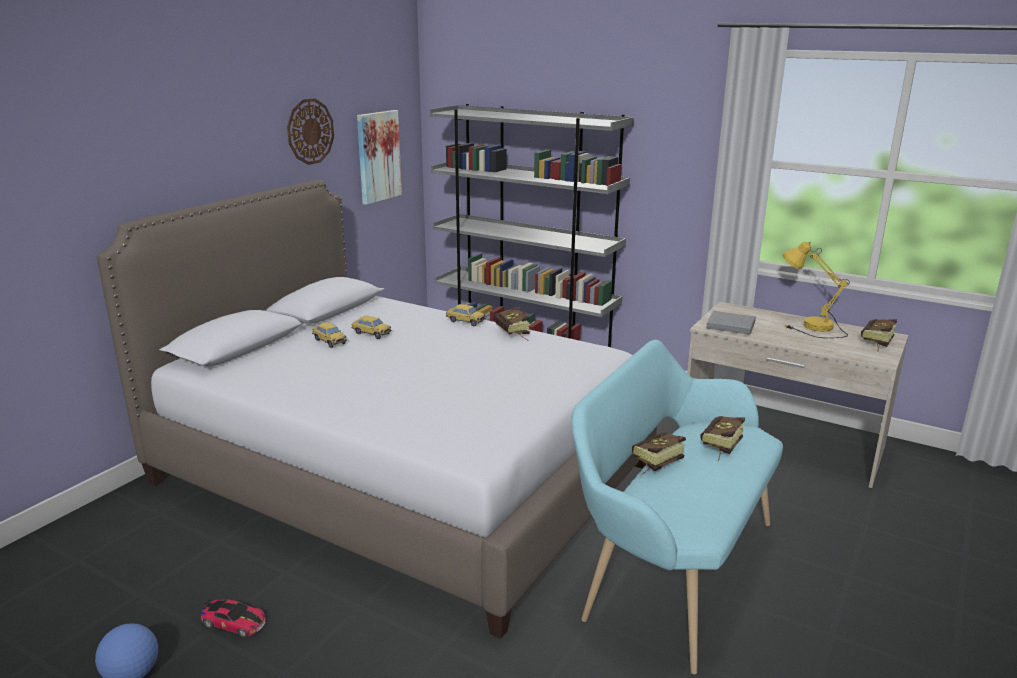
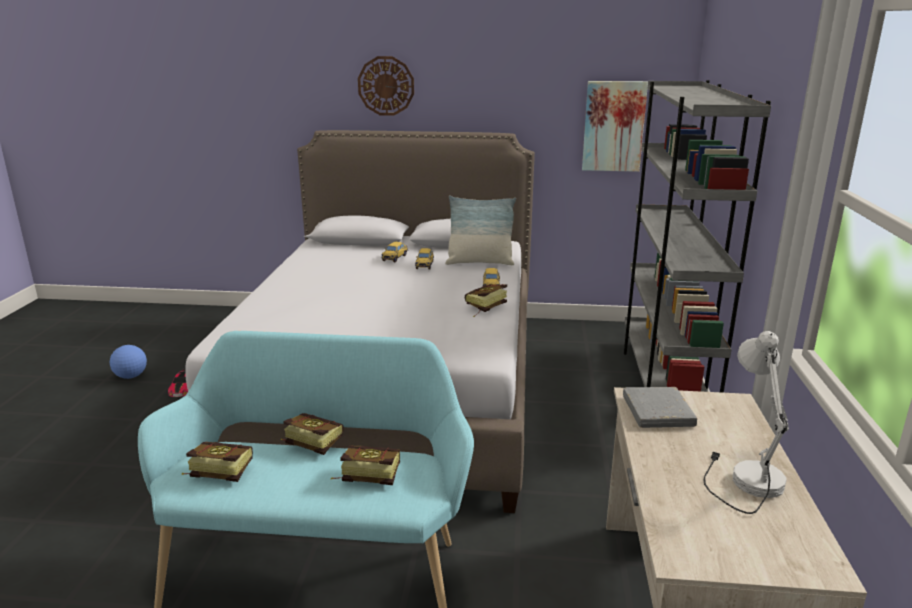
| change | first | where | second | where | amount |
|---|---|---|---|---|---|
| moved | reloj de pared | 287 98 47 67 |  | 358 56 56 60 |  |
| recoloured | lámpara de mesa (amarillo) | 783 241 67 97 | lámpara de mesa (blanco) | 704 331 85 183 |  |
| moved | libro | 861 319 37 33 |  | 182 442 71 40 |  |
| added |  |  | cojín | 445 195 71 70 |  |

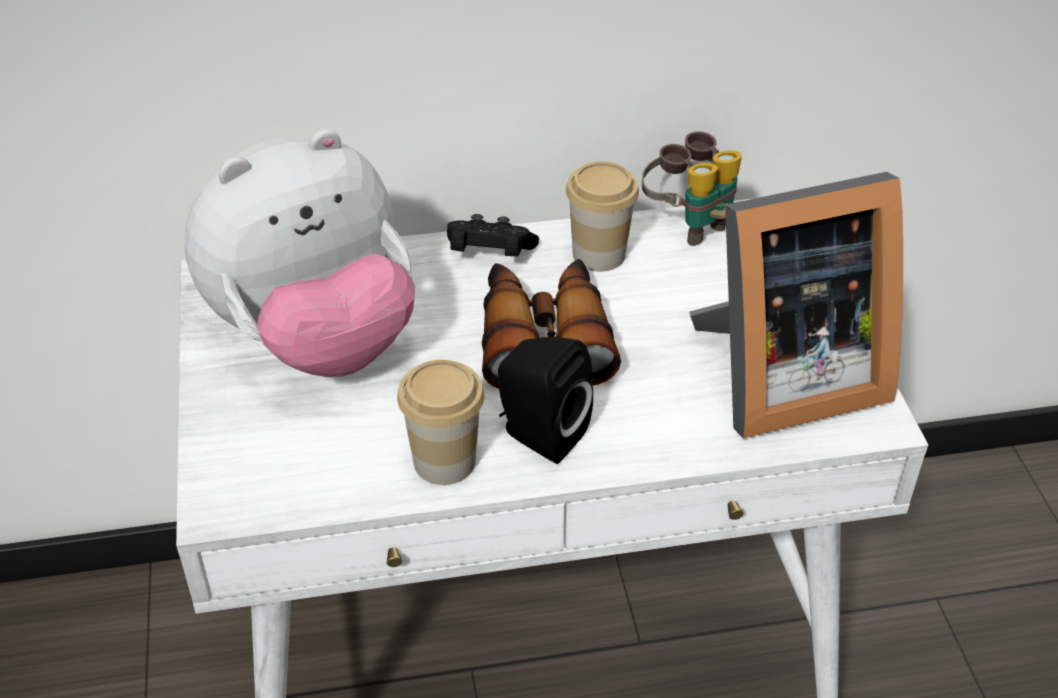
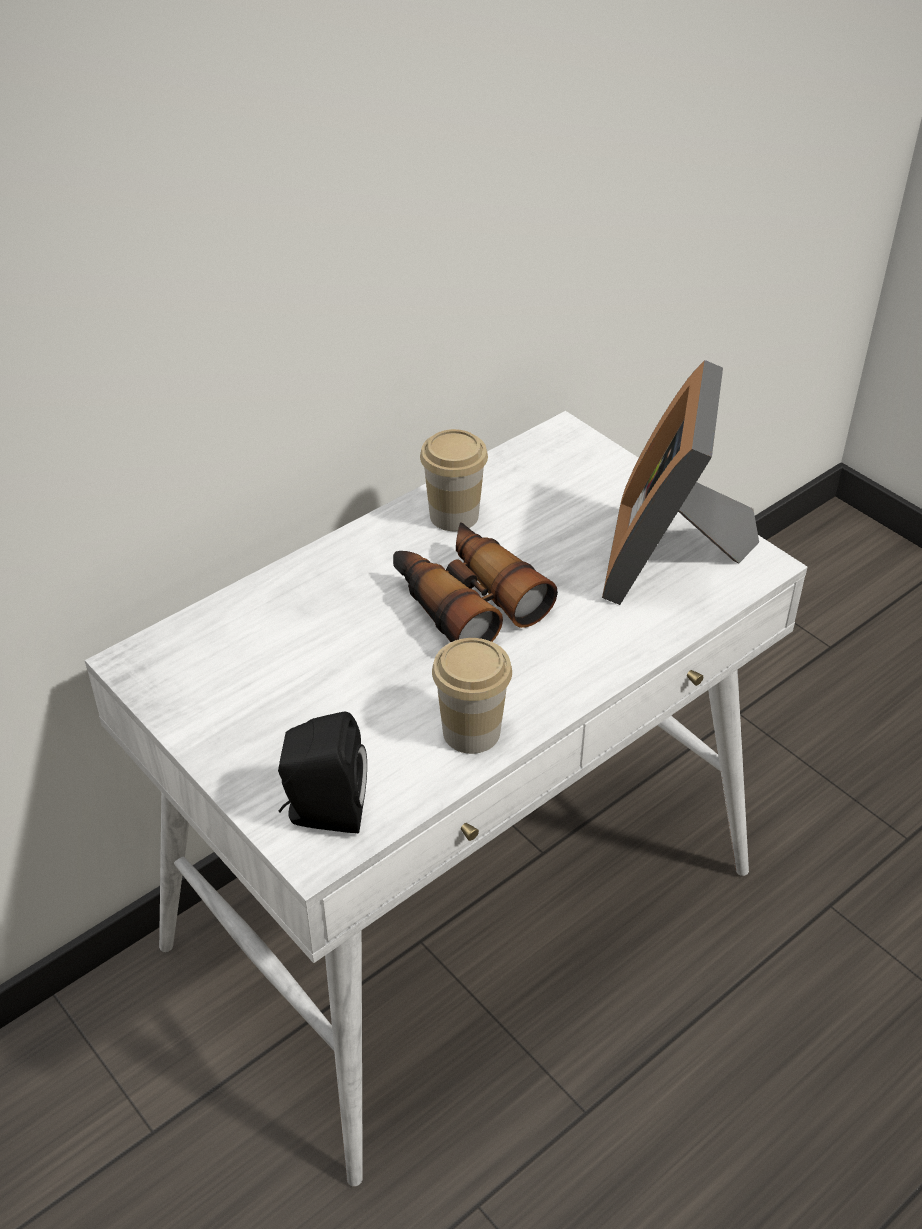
| change | first | where | second | where | amount |
|---|---|---|---|---|---|
| removed | peluche | 184 129 231 248 |  |  |  |
| removed | mando de consola (negro) | 447 214 92 42 |  |  |  |
| moved | altavoz (negro) | 498 337 95 127 |  | 278 712 89 121 |  |
| removed | prismáticos | 642 131 100 115 |  |  |  |
| turned | portarretratos | 689 172 214 267 |  | 602 360 157 245 | 150 degrees clockwise |

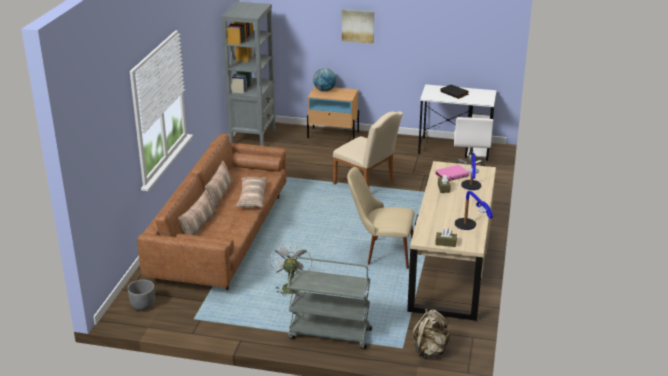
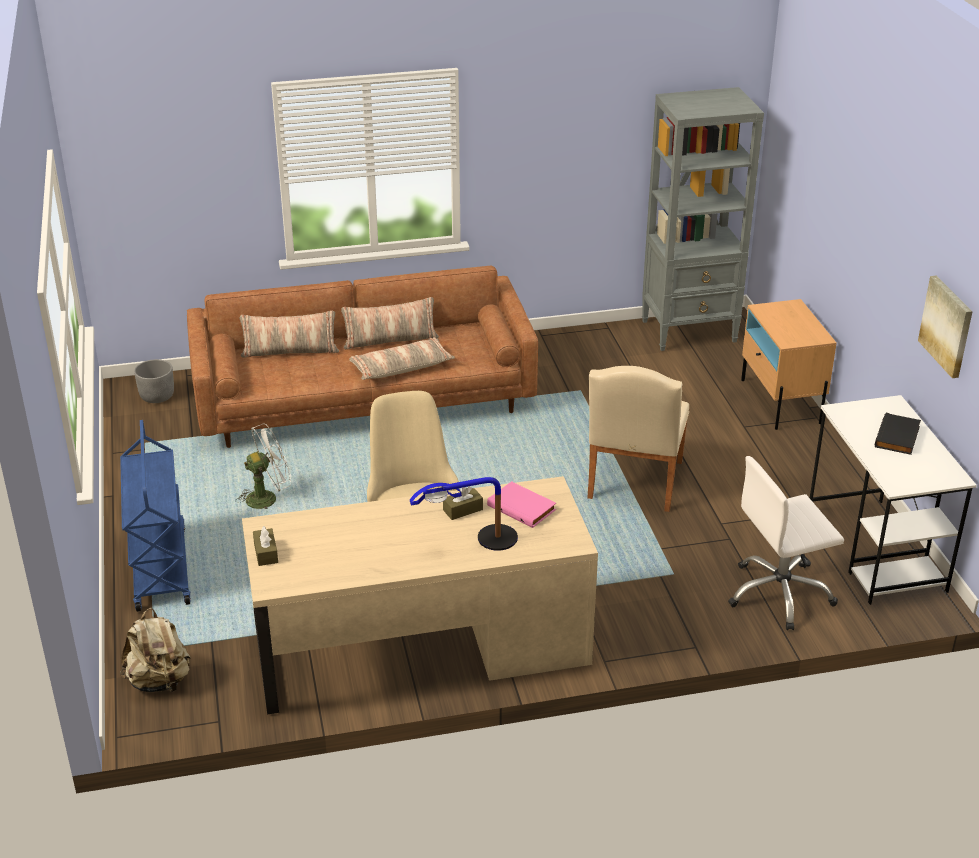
| change | first | where | second | where | amount |
|---|---|---|---|---|---|
| recoloured | carrito (gris) | 288 256 84 93 | carrito (azul) | 120 420 71 192 |  |
| removed | globo terráqueo | 313 68 23 24 |  |  |  |
| moved | cuadro | 342 9 32 35 |  | 918 275 55 103 |  |
| removed | lámpara de mesa | 455 191 38 39 |  |  |  |

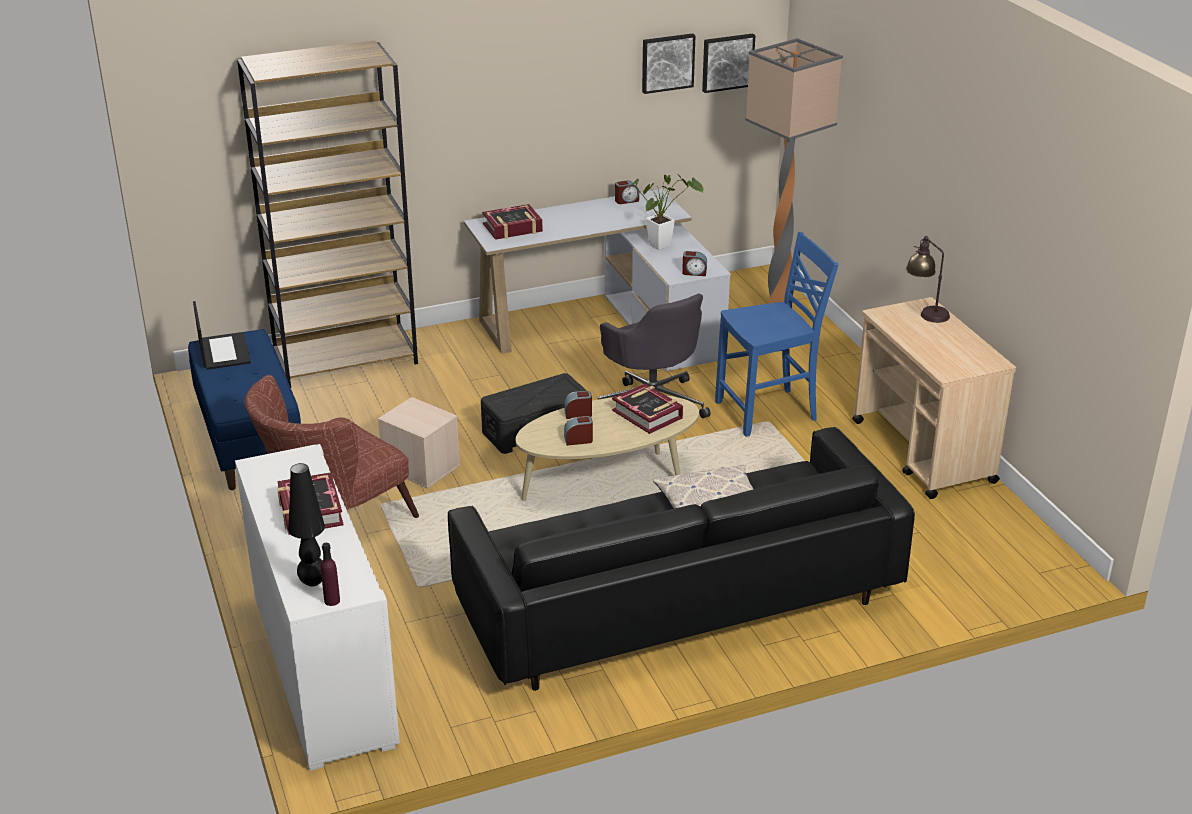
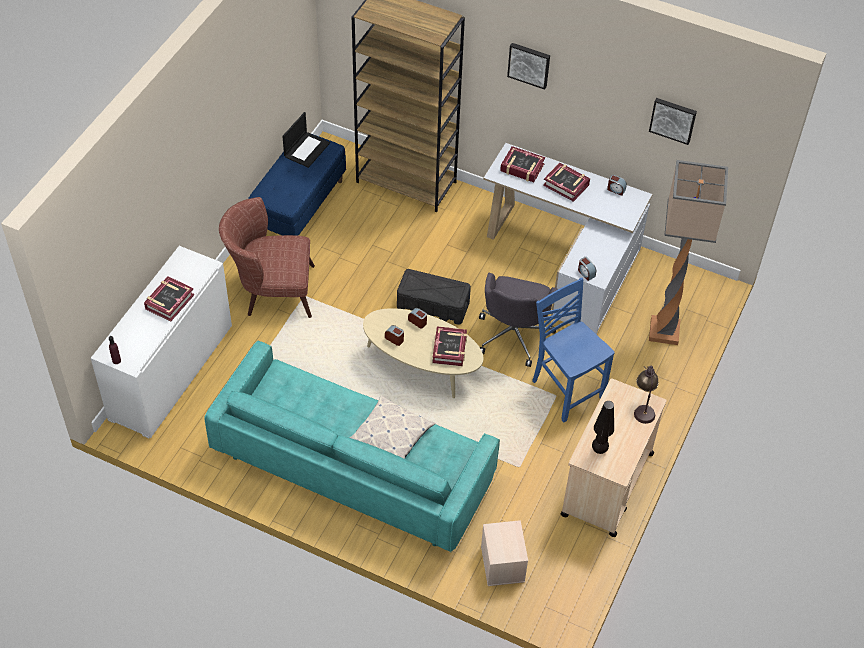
| change | first | where | second | where | amount |
|---|---|---|---|---|---|
| moved | lámpara de mesa (negro) | 288 463 37 124 |  | 592 401 22 53 |  |
| moved | caja de almacenaje (beis) | 378 397 82 92 |  | 481 520 47 66 |  |
| recoloured | sofá (negro) | 448 427 467 264 | sofá (turquesa) | 204 341 296 211 |  |
| removed | planta en maceta | 628 175 76 75 |  |  |  |
| moved | cuadro | 702 33 53 60 |  | 507 43 43 47 |  |
| turned | silla (azul) | 715 232 123 205 |  | 532 278 83 144 | 150 degrees counterclockwise |
| added |  |  | libro | 543 163 47 39 |  |

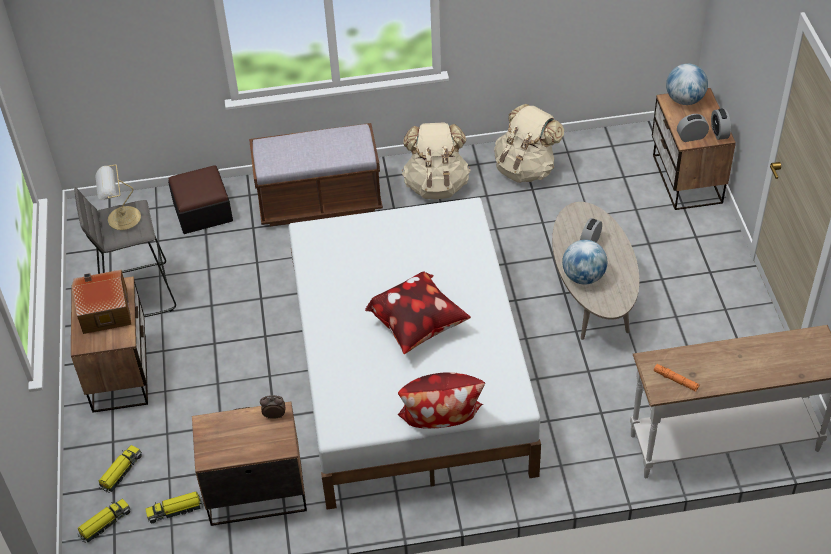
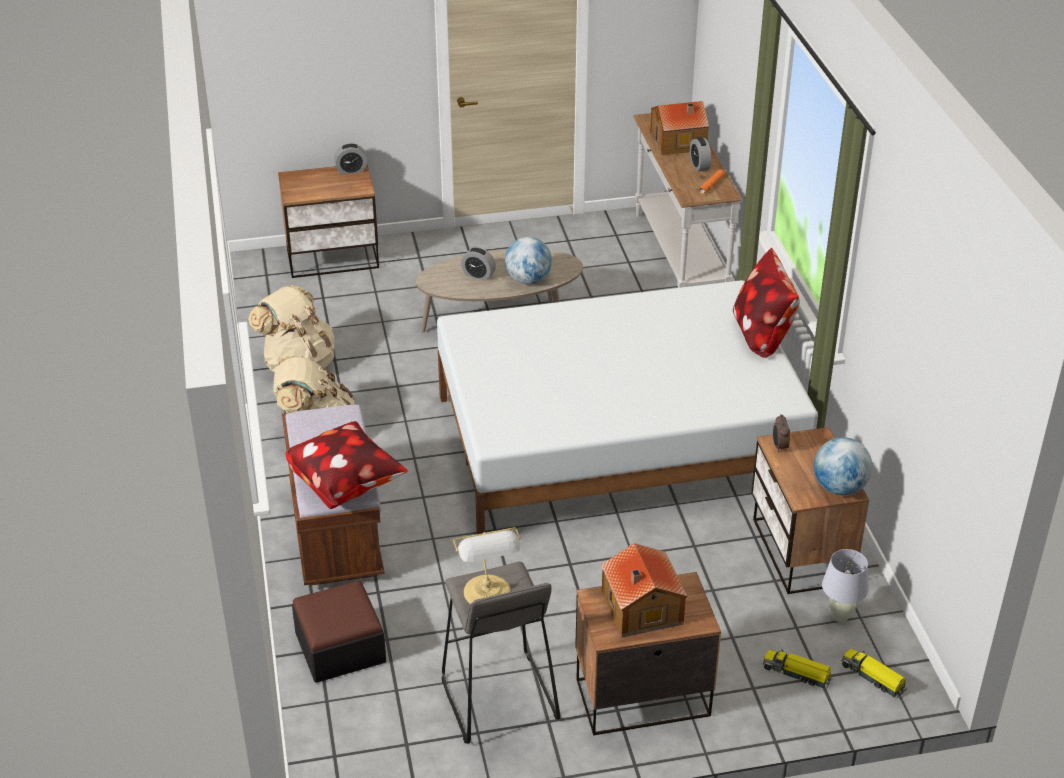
| change | first | where | second | where | amount |
|---|---|---|---|---|---|
| replaced | camión de juguete | 145 491 58 32 | lámpara de mesa (blanco) | 822 549 47 73 |  |
| moved | cojín | 365 271 106 83 |  | 285 421 123 88 |  |
| moved | globo terráqueo | 666 63 42 42 |  | 814 437 58 58 |  |
| moved | despertador | 677 114 32 28 |  | 690 137 21 34 |  |
| added |  |  | casita | 650 101 59 54 |  |

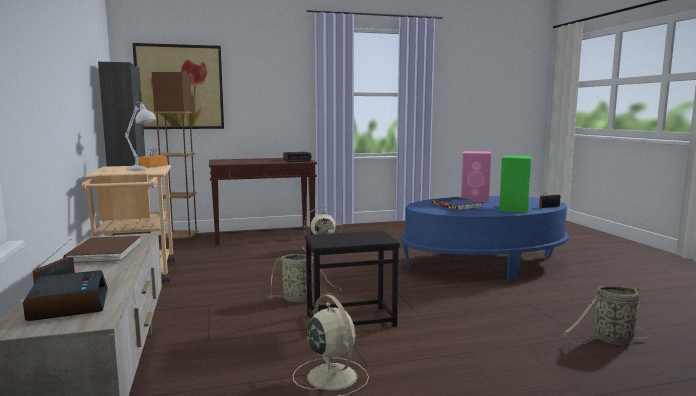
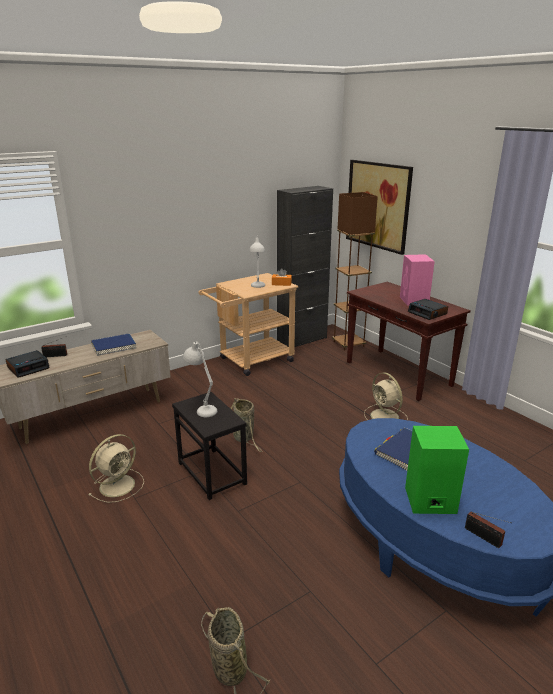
| change | first | where | second | where | amount |
|---|---|---|---|---|---|
| recoloured | libro (marrón) | 63 236 78 27 | libro (azul) | 91 334 46 22 |  |
| moved | altavoz (rosa) | 461 151 30 51 |  | 400 254 35 52 |  |
| added |  |  | lámpara de mesa (blanco) | 183 341 34 76 |  |

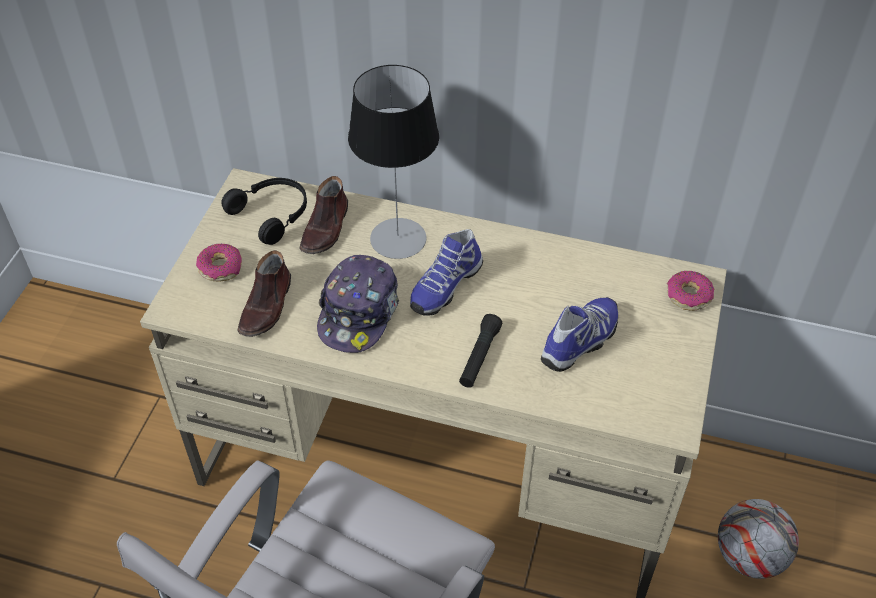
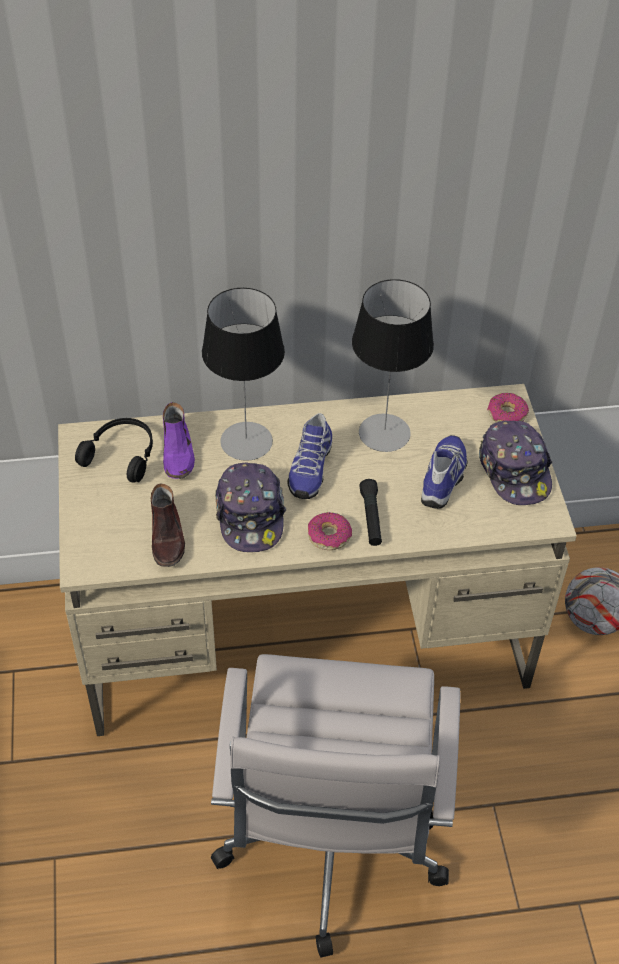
| change | first | where | second | where | amount |
|---|---|---|---|---|---|
| moved | rosquilla | 196 244 46 38 |  | 308 512 44 38 |  |
| recoloured | zapato (marrón) | 299 176 49 78 | zapato (morado) | 163 402 32 77 |  |
| added |  |  | lámpara de mesa | 352 279 82 173 |  |
| added |  |  | gorra | 479 421 73 84 |  |

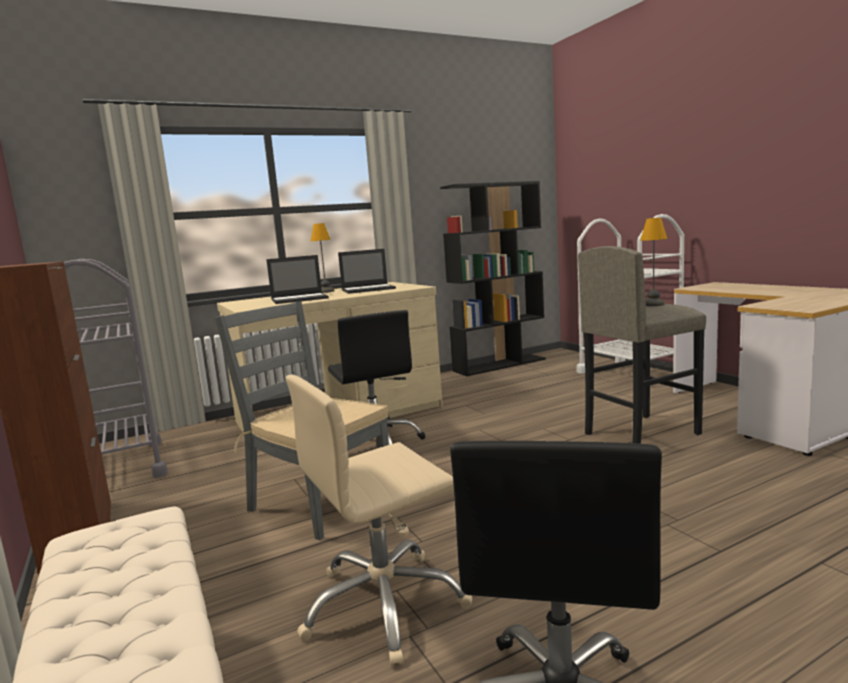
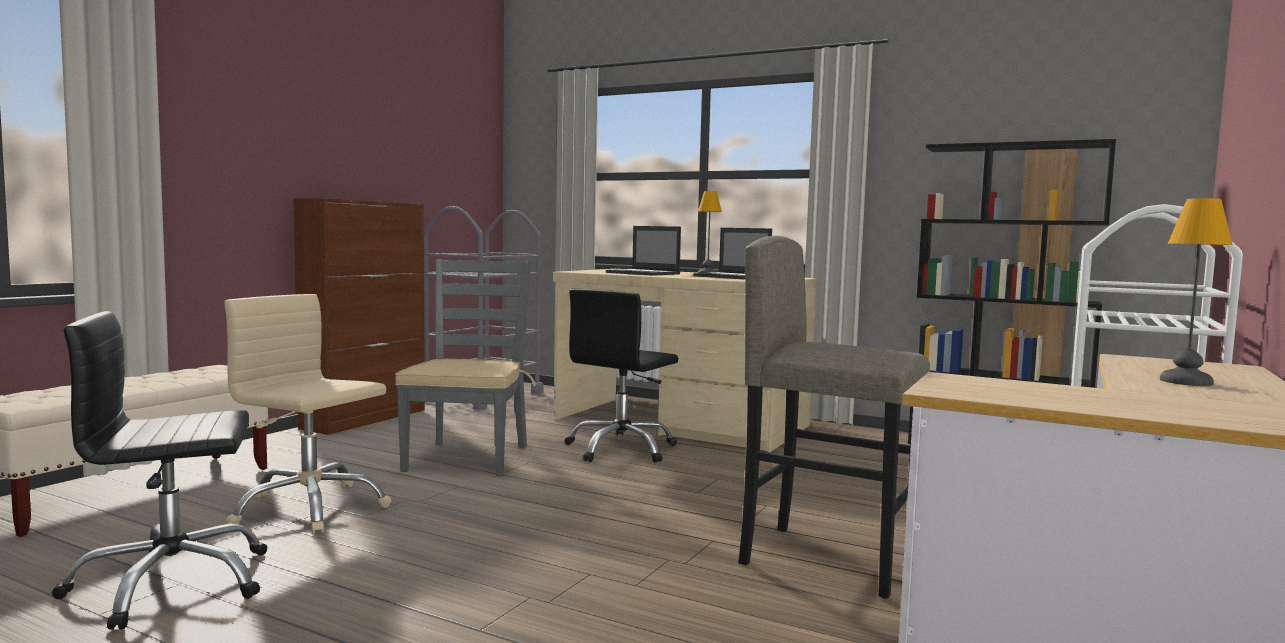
| change | first | where | second | where | amount |
|---|---|---|---|---|---|
| moved | lámpara de mesa | 640 218 27 88 |  | 1160 198 73 188 |  |

